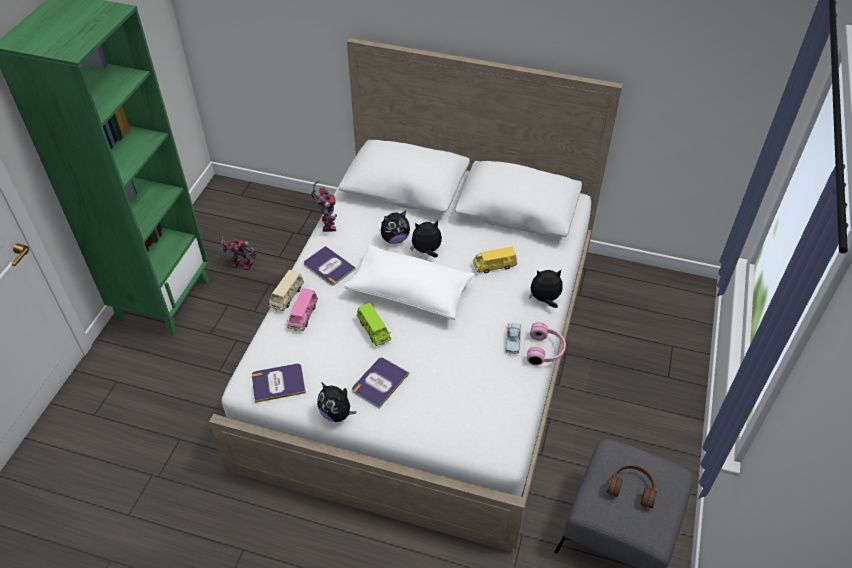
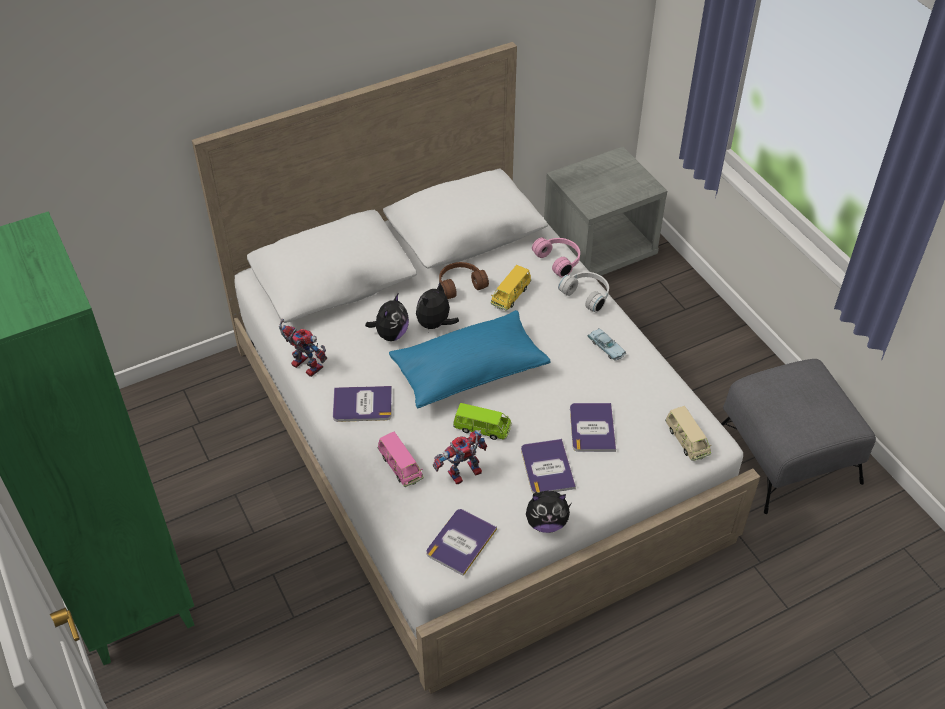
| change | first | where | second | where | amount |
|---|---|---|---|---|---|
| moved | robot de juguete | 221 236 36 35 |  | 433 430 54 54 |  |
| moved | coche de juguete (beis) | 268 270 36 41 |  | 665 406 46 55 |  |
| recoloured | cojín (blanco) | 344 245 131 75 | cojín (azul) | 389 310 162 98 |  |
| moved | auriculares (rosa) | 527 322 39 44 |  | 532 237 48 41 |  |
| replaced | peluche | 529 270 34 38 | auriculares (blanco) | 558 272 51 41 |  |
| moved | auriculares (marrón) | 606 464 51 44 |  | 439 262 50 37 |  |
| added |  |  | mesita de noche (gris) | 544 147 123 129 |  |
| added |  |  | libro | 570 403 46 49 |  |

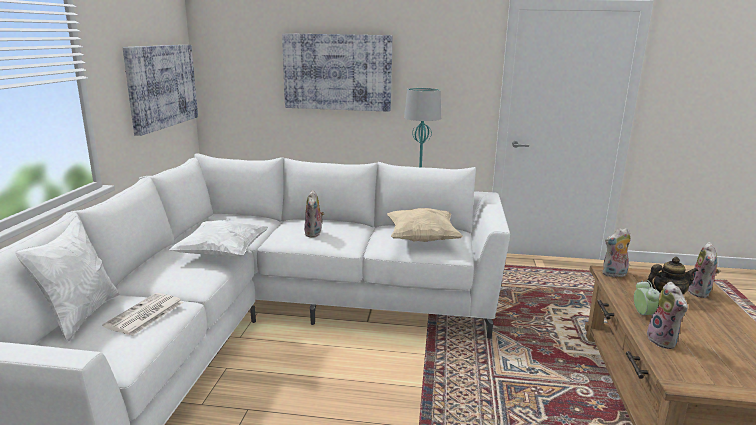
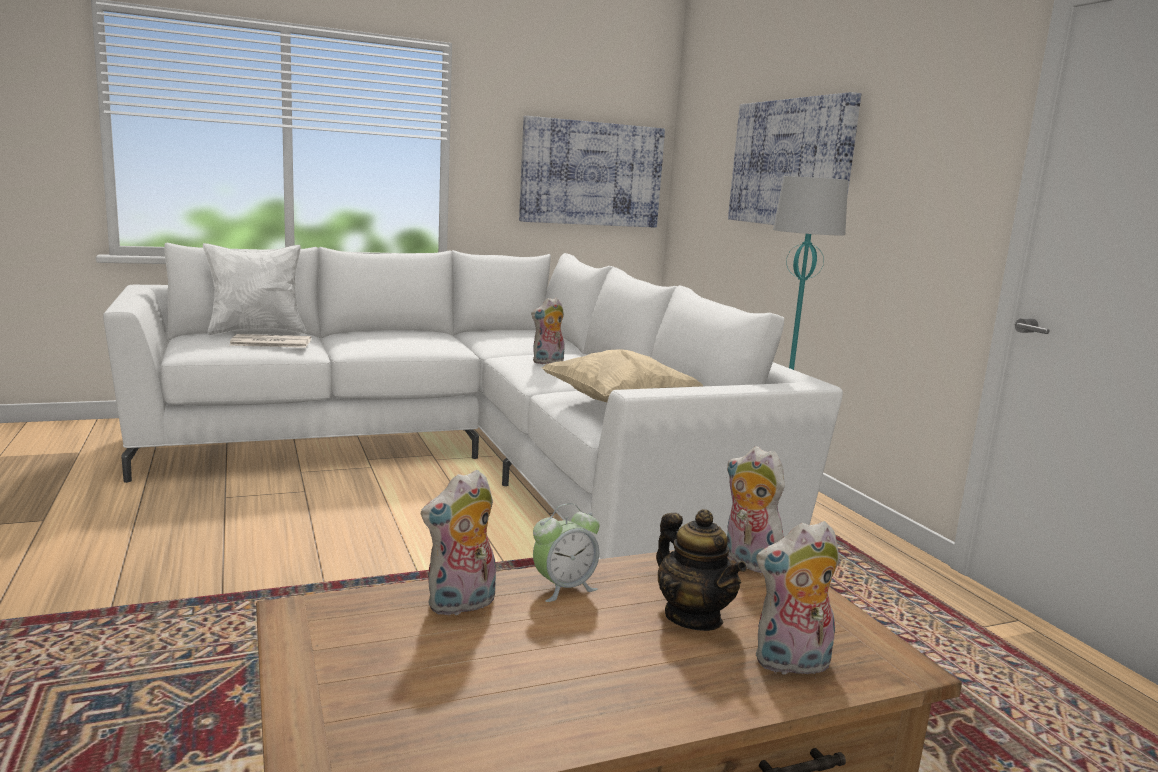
| change | first | where | second | where | amount |
|---|---|---|---|---|---|
| removed | cojín (blanco) | 169 219 99 38 |  |  |  |

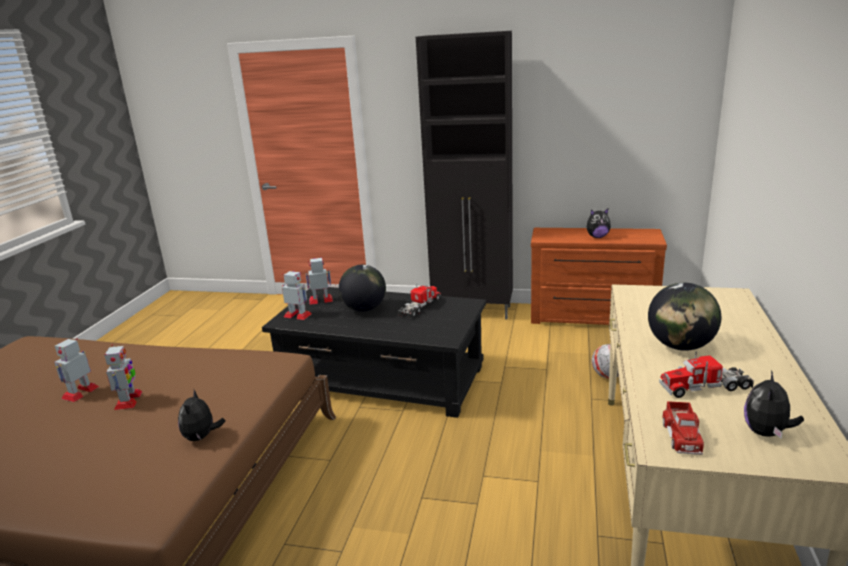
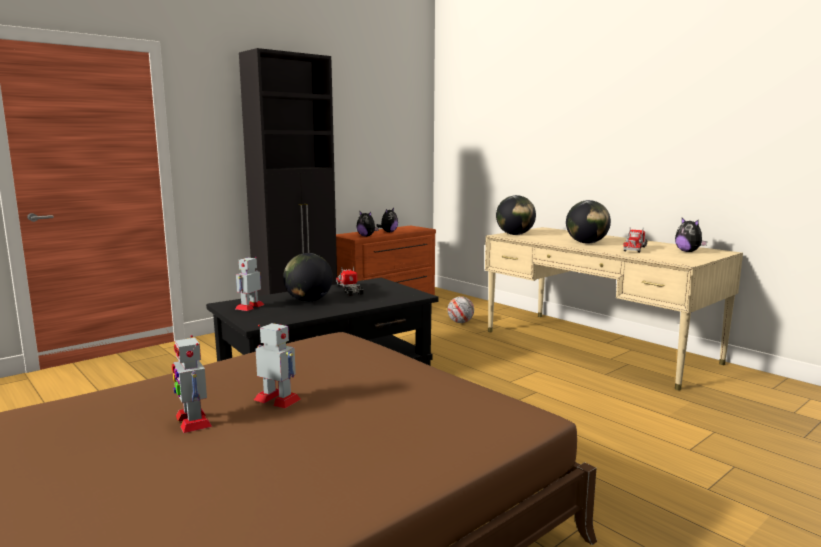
| change | first | where | second | where | amount |
|---|---|---|---|---|---|
| moved | peluche | 178 390 47 51 |  | 356 212 23 25 |  |
| removed | robot de juguete | 282 271 29 49 |  |  |  |
| removed | camión de juguete | 662 401 42 54 |  |  |  |
| added |  |  | globo terráqueo | 496 195 40 40 |  |

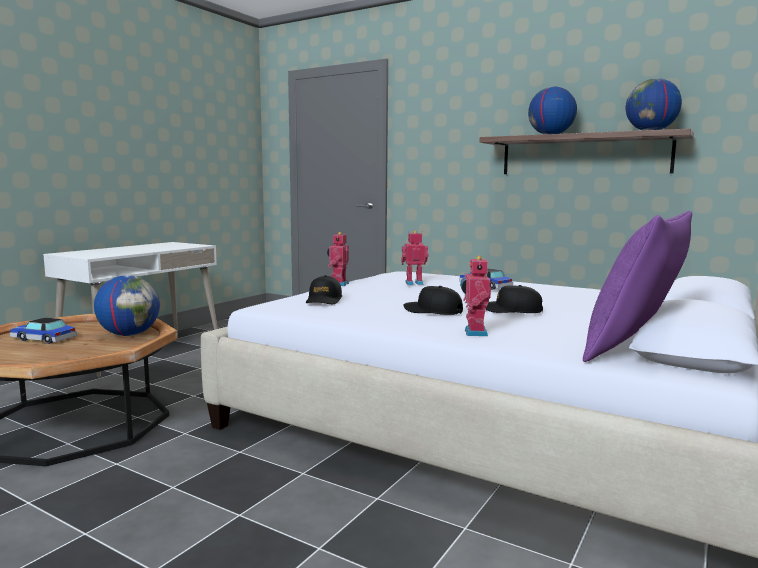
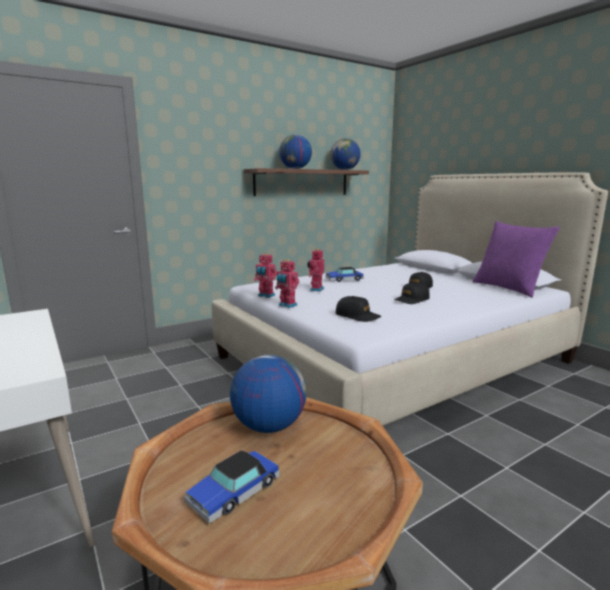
| change | first | where | second | where | amount |
|---|---|---|---|---|---|
| moved | robot de juguete | 460 256 31 80 |  | 254 253 23 45 |  |

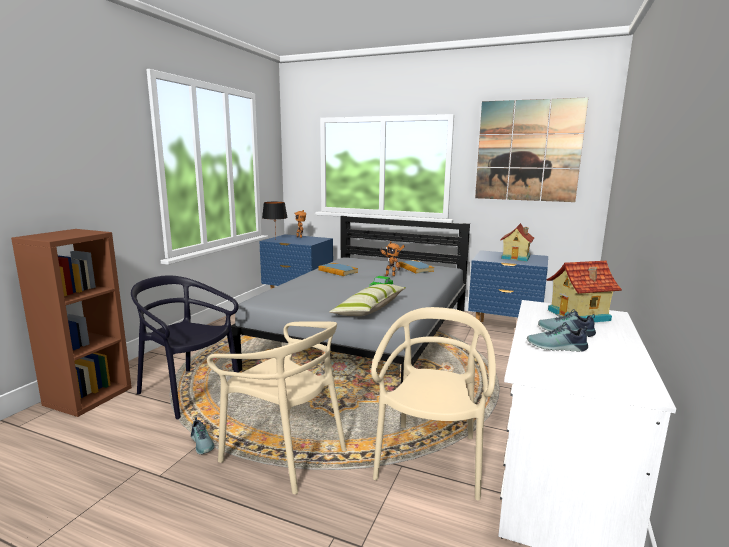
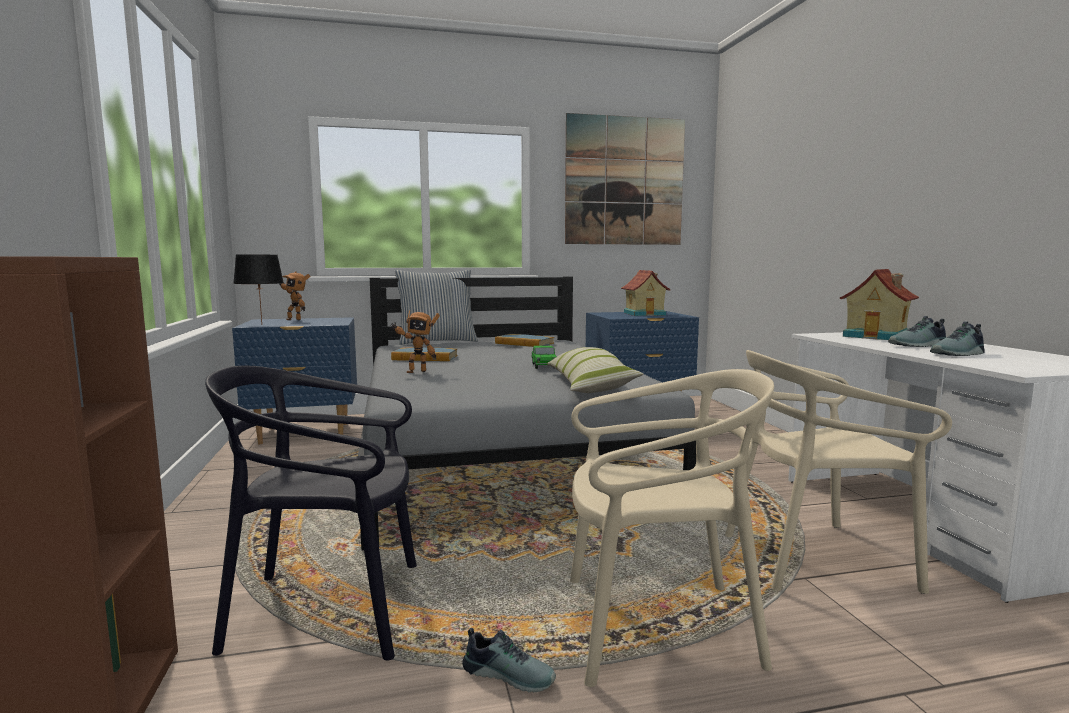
| change | first | where | second | where | amount |
|---|---|---|---|---|---|
| turned | silla (beis) | 371 307 125 194 |  | 725 350 227 244 | 75 degrees counterclockwise |
| moved | robot de juguete | 379 242 26 34 |  | 390 310 50 63 |  |
| added |  |  | cojín | 395 269 83 76 |  |

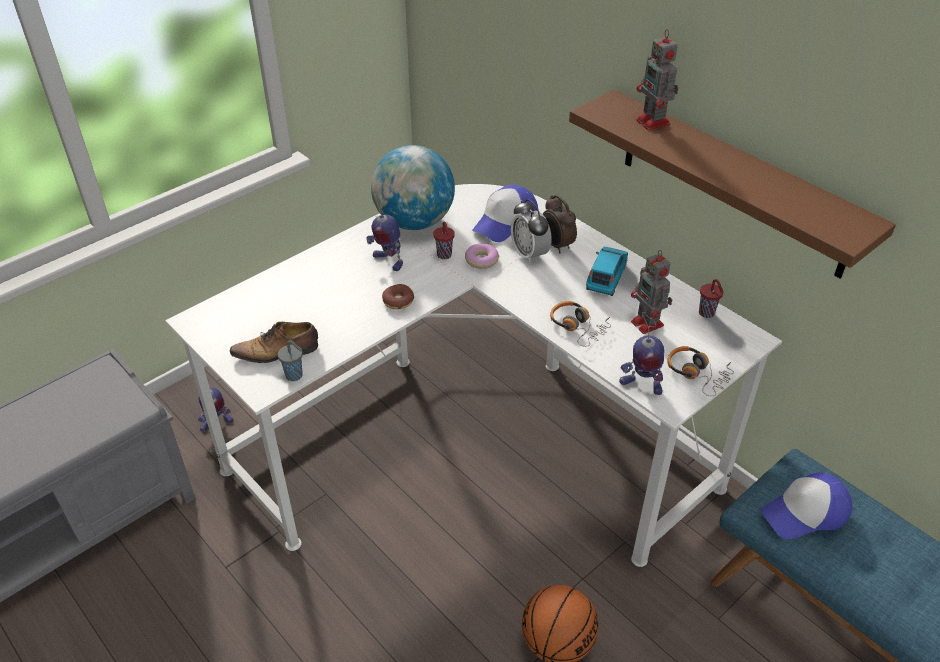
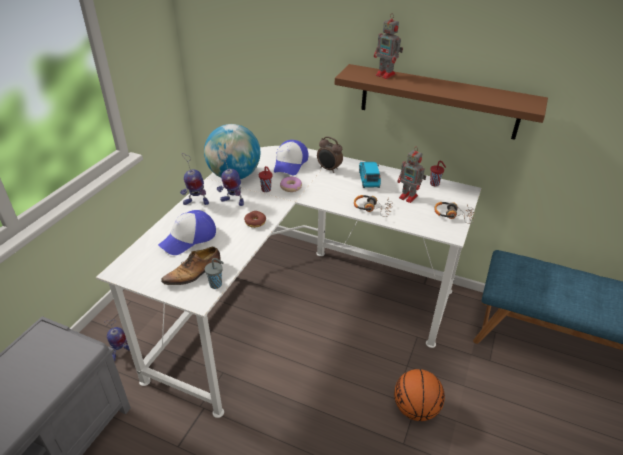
| change | first | where | second | where | amount |
|---|---|---|---|---|---|
| removed | despertador | 511 199 41 65 |  |  |  |
| moved | robot de juguete | 619 312 45 83 |  | 180 153 29 52 |  |
| moved | gorra | 760 472 92 67 |  | 158 210 58 45 |  |

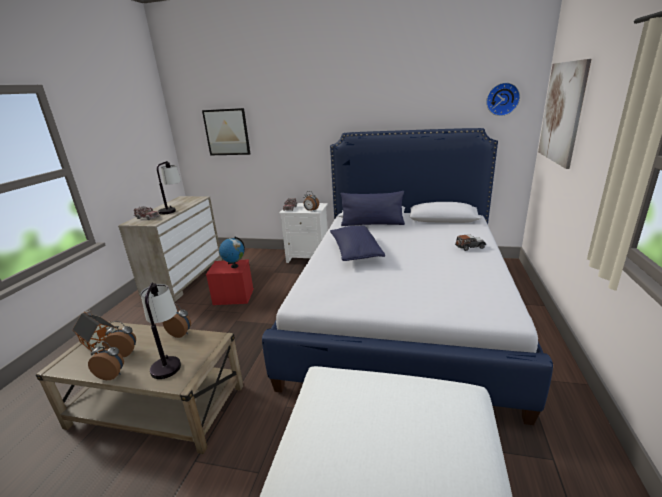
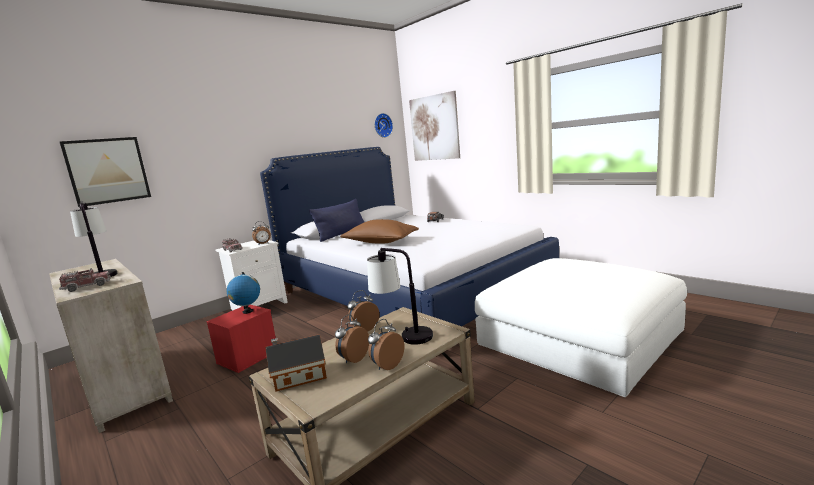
| change | first | where | second | where | amount |
|---|---|---|---|---|---|
| recoloured | cojín (azul) | 330 225 55 36 | cojín (marrón) | 340 219 79 24 |  |

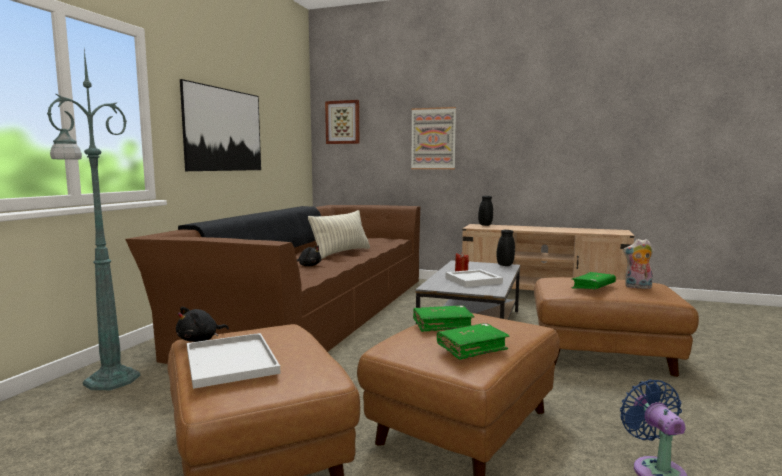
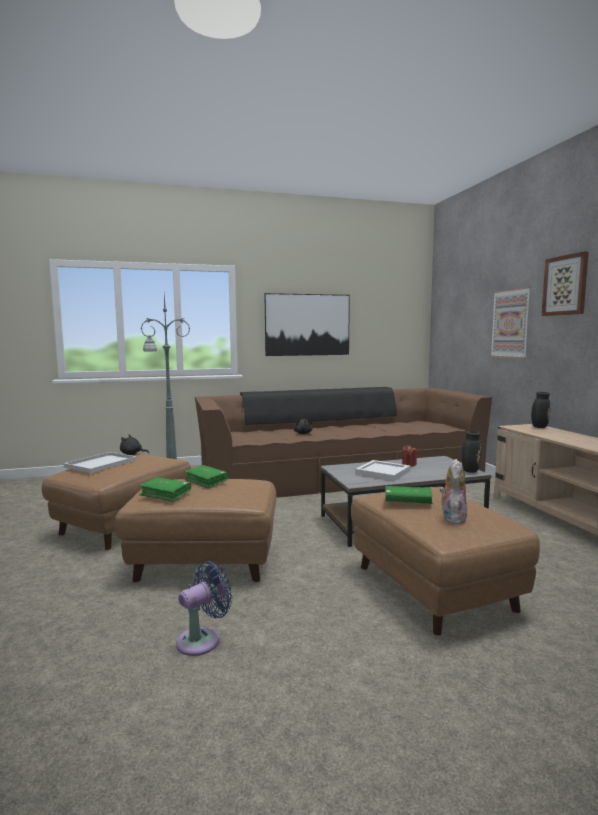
| change | first | where | second | where | amount |
|---|---|---|---|---|---|
| removed | cojín | 308 210 62 49 |  |  |  |
| moved | cuadro | 325 100 34 44 |  | 542 251 47 65 |  |
| turned | peluche | 623 239 30 50 |  | 439 459 28 65 | 45 degrees clockwise |

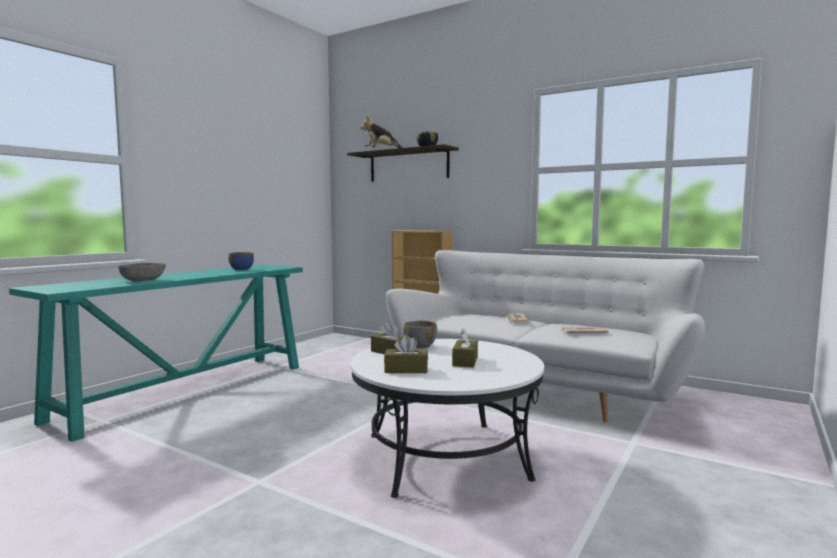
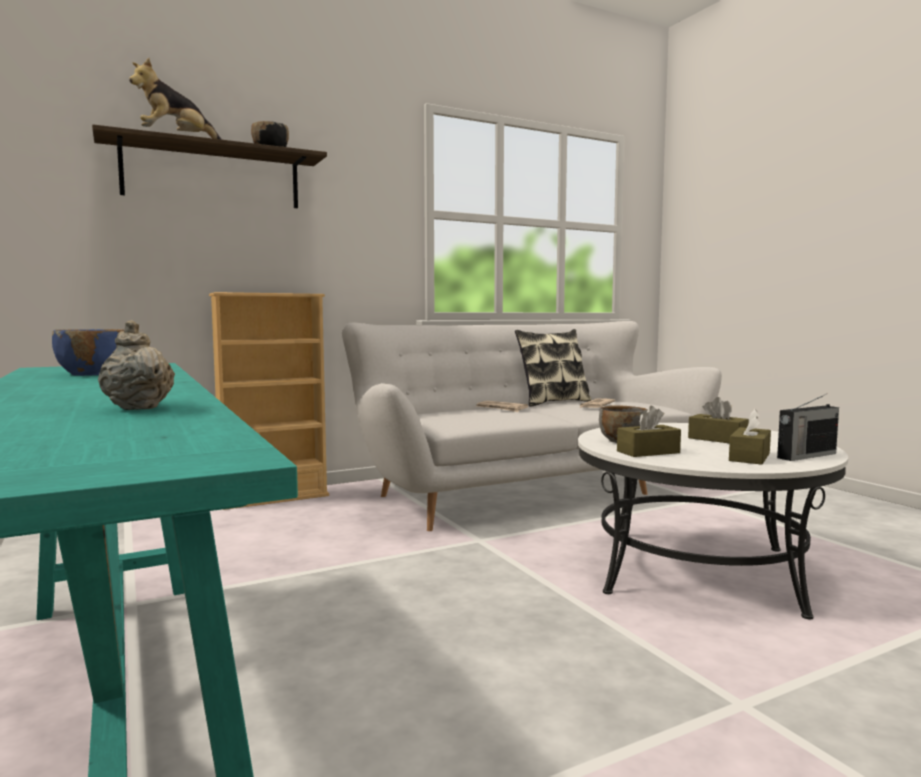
| change | first | where | second | where | amount |
|---|---|---|---|---|---|
| replaced | cuenco (gris) | 118 263 48 18 | tetera (beis) | 98 320 77 90 |  |
| added |  |  | cojín | 515 329 76 78 |  |
| added |  |  | radio | 777 393 62 68 |  |

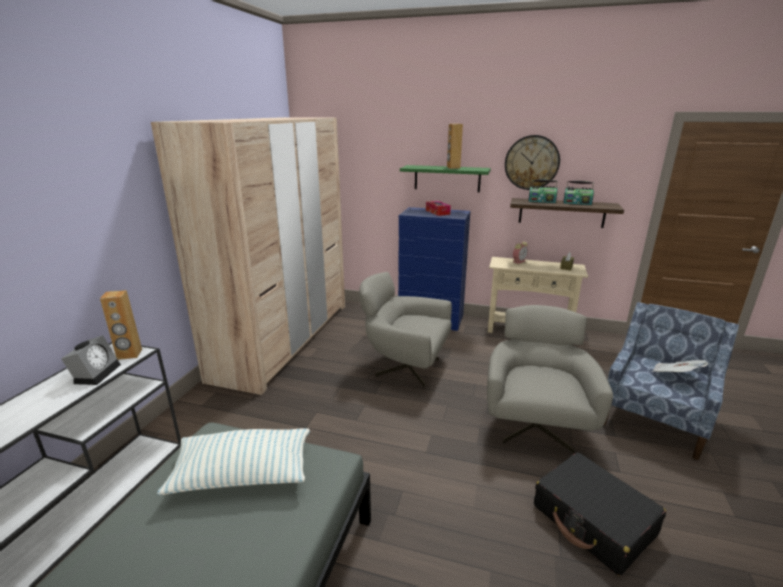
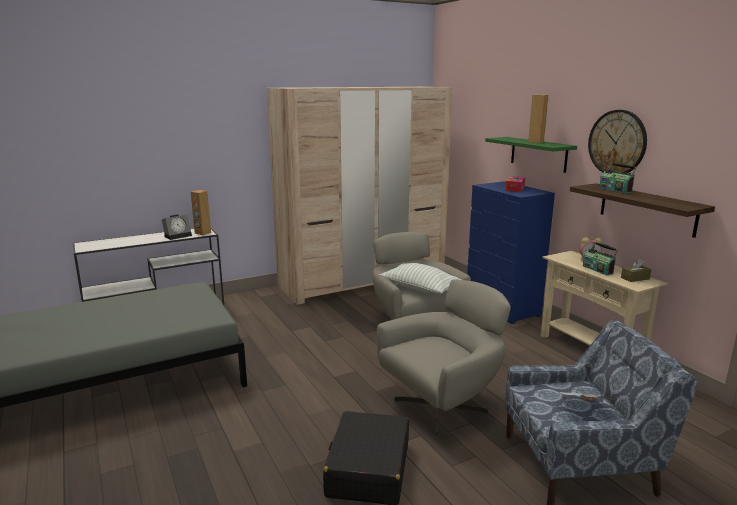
| change | first | where | second | where | amount |
|---|---|---|---|---|---|
| moved | cojín | 157 428 153 67 |  | 379 263 83 31 |  |
| moved | radio | 563 181 31 24 |  | 583 242 35 34 |  |

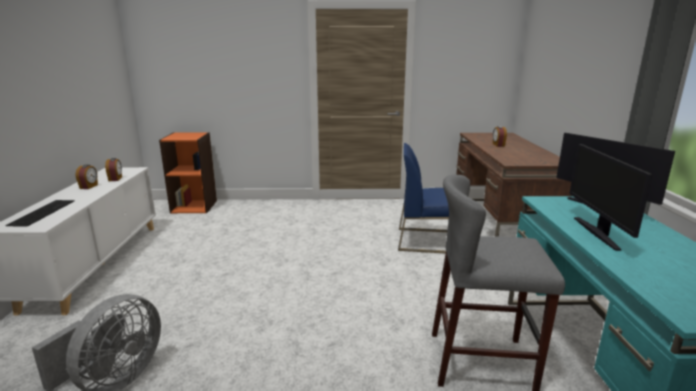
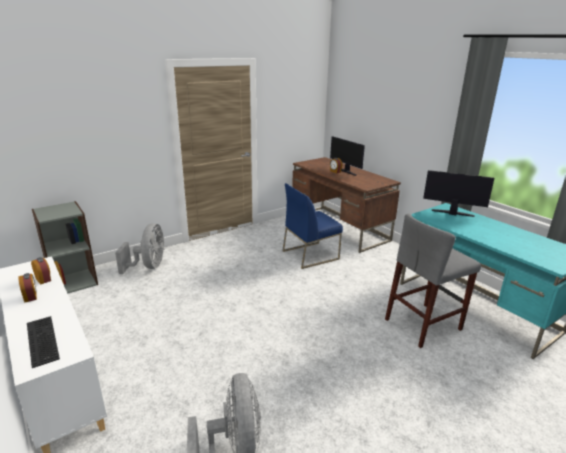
| change | first | where | second | where | amount |
|---|---|---|---|---|---|
| recoloured | estantería (naranja) | 159 132 58 81 | estantería (gris) | 32 201 66 93 |  |
| moved | monitor | 569 144 84 107 |  | 330 136 35 40 |  |
| added |  |  | ventilador (gris) | 115 223 50 51 |  |

